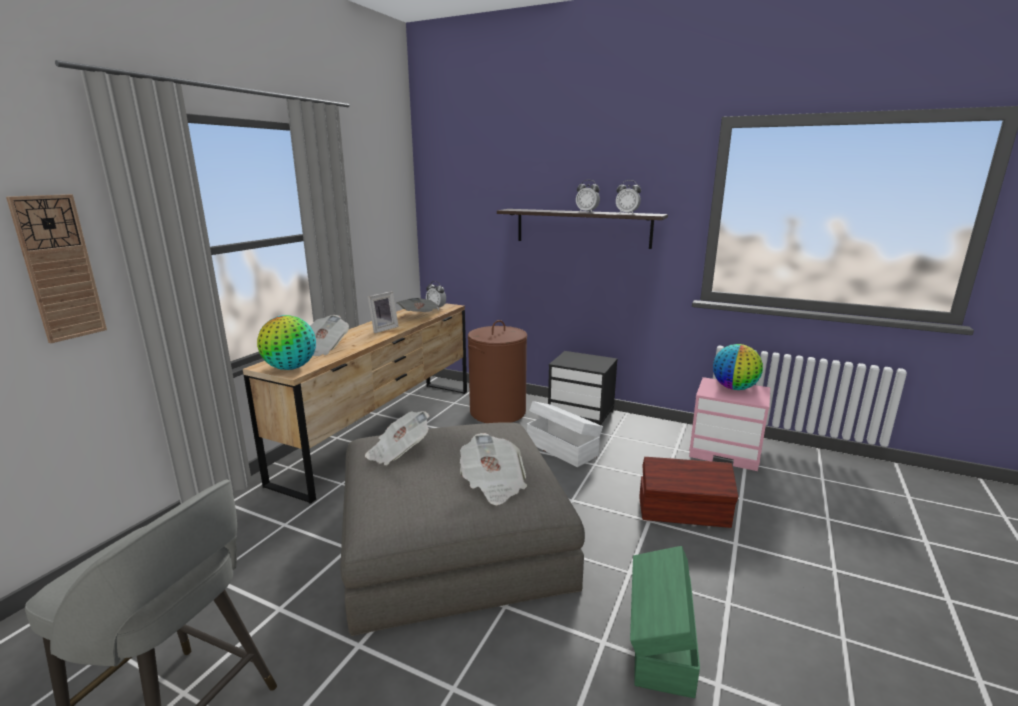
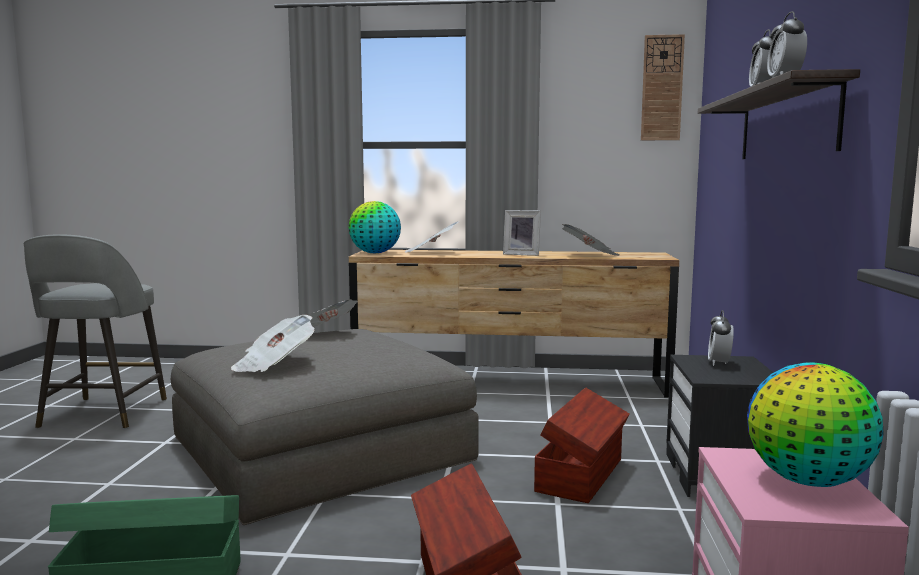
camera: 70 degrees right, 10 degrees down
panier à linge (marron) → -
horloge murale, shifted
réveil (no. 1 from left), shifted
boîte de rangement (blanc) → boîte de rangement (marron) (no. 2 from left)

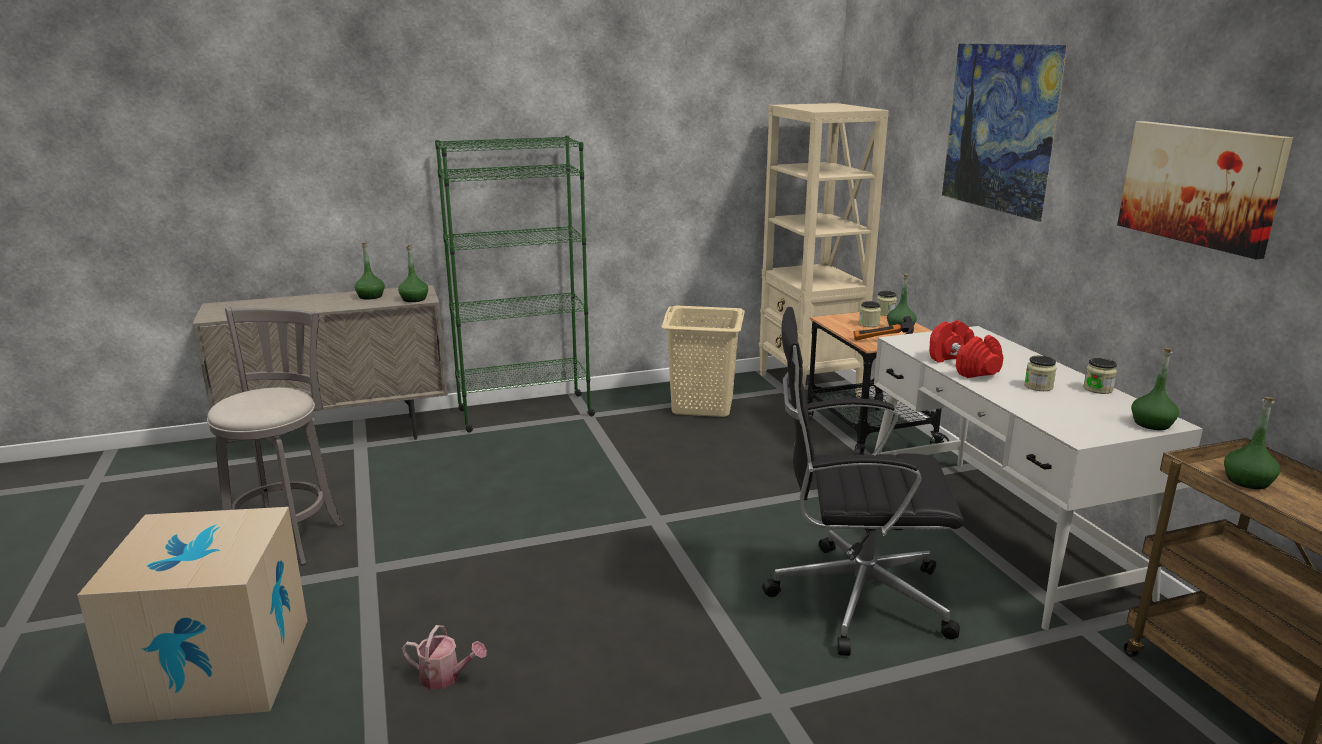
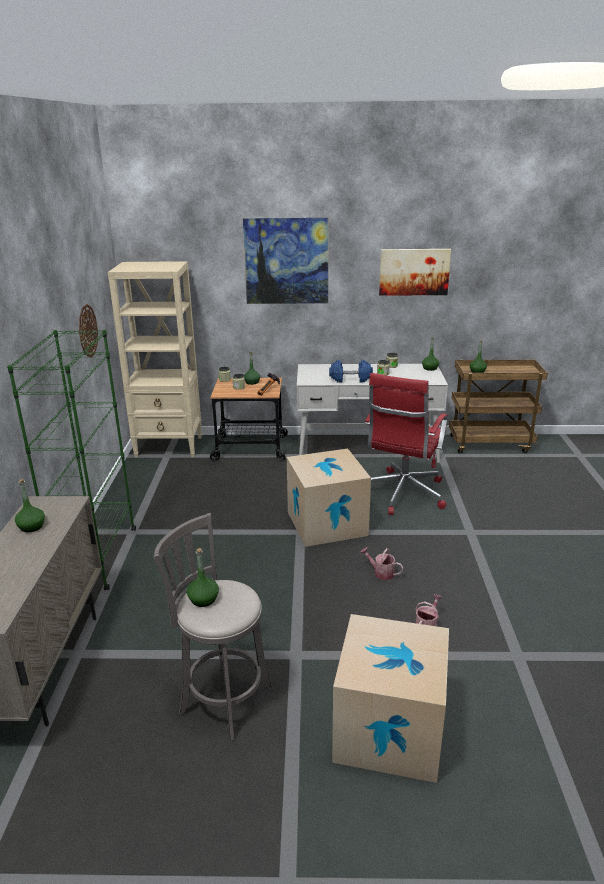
camera: 70 degrees left, 5 degrees up
panier à linge (beige) → -
- → horloge murale
- → carton (no. 1 from left)
- → arrosoir (no. 1 from left)
bouteille (vert) (no. 2 from left), shifted
chaise de bureau (noir) → chaise de bureau (rouge)
haltère (rouge) → haltère (bleu)

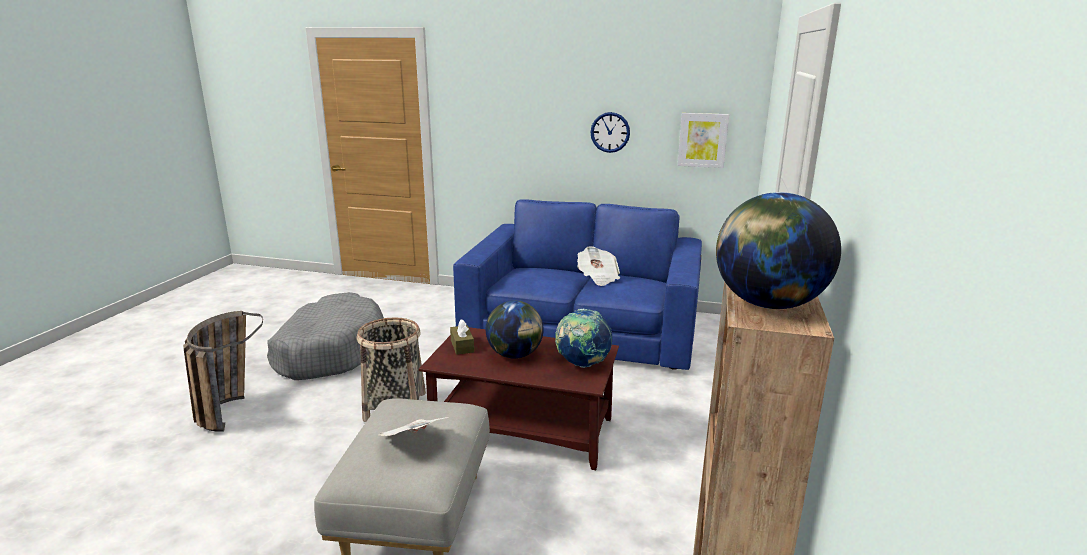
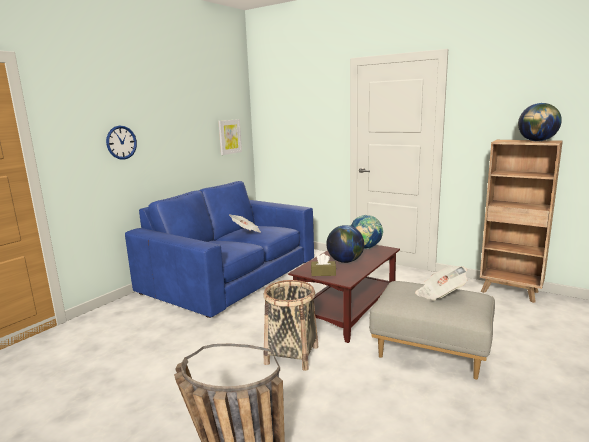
camera: 70 degrees left, 5 degrees down
panier pour chien (gris) → -
horloge murale, shifted

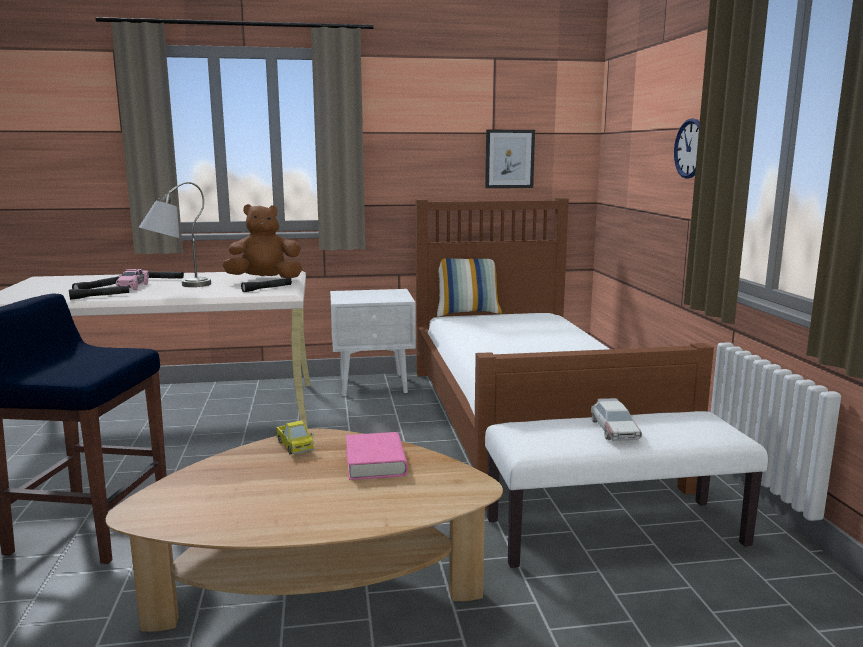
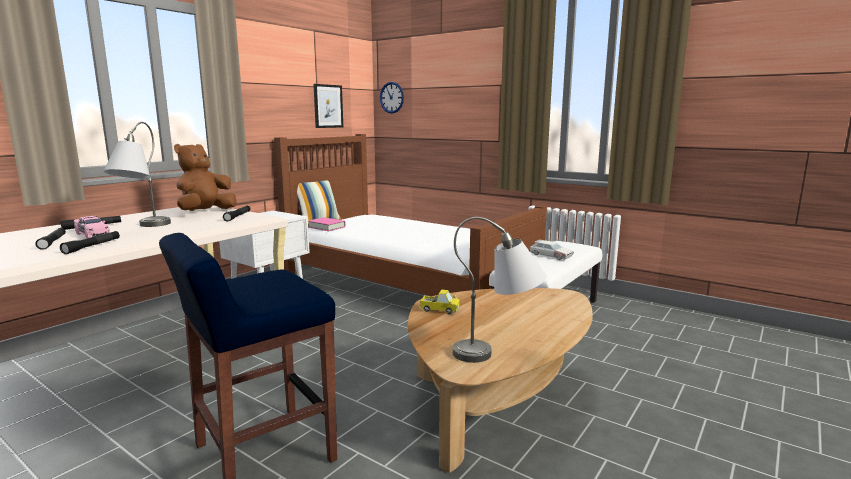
camera: 45 degrees left, 0 degrees up
- → lampe de table (gris) (no. 2 from left)
livre (rose), shifted
horloge murale, shifted

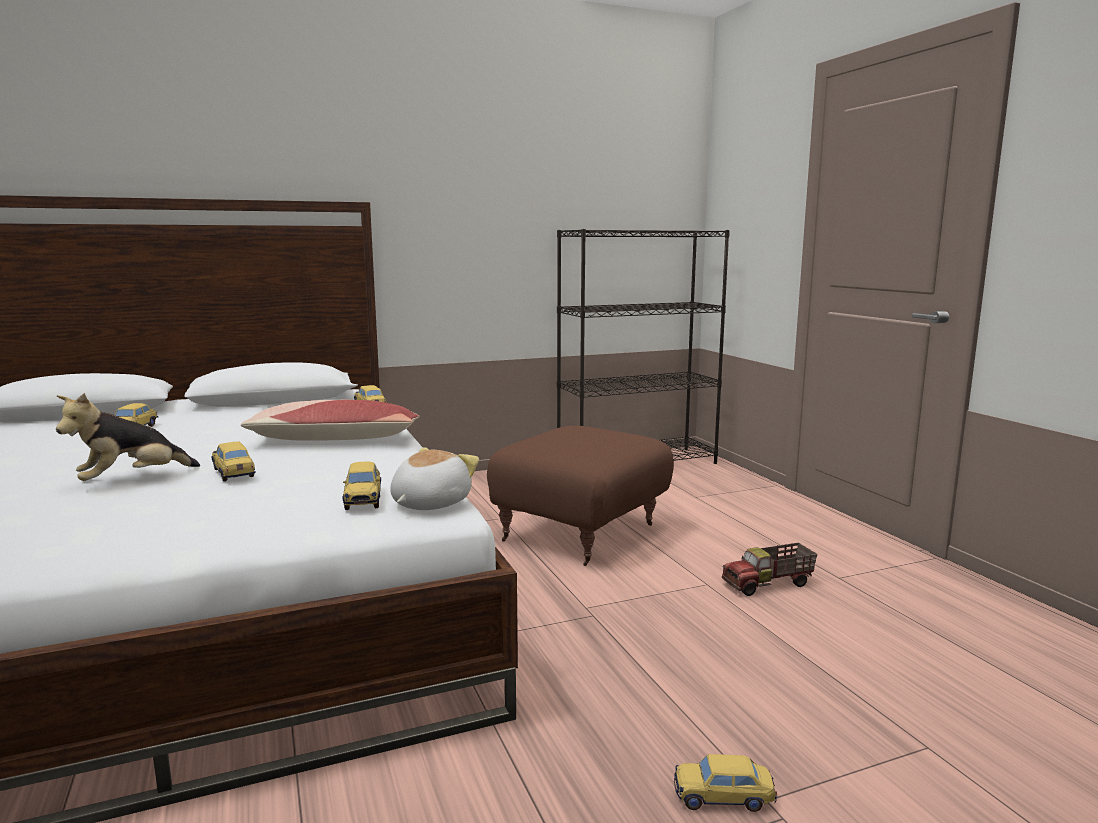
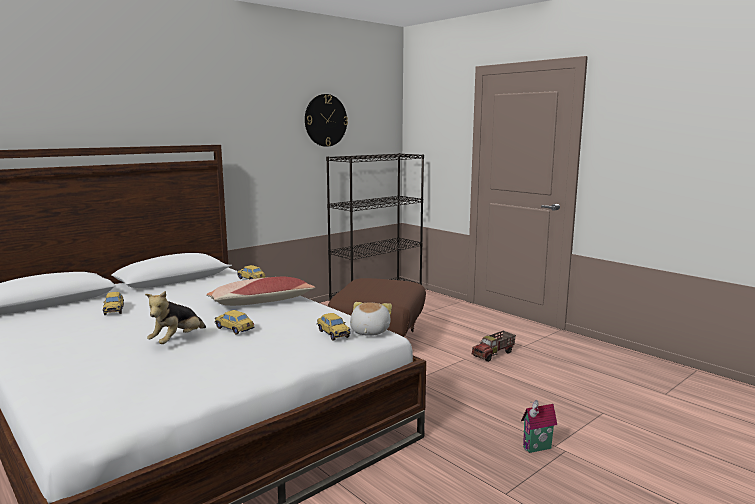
camera: 20 degrees left, 0 degrees up
- → horloge murale
petite voiture (no. 5 from left) → maison miniature

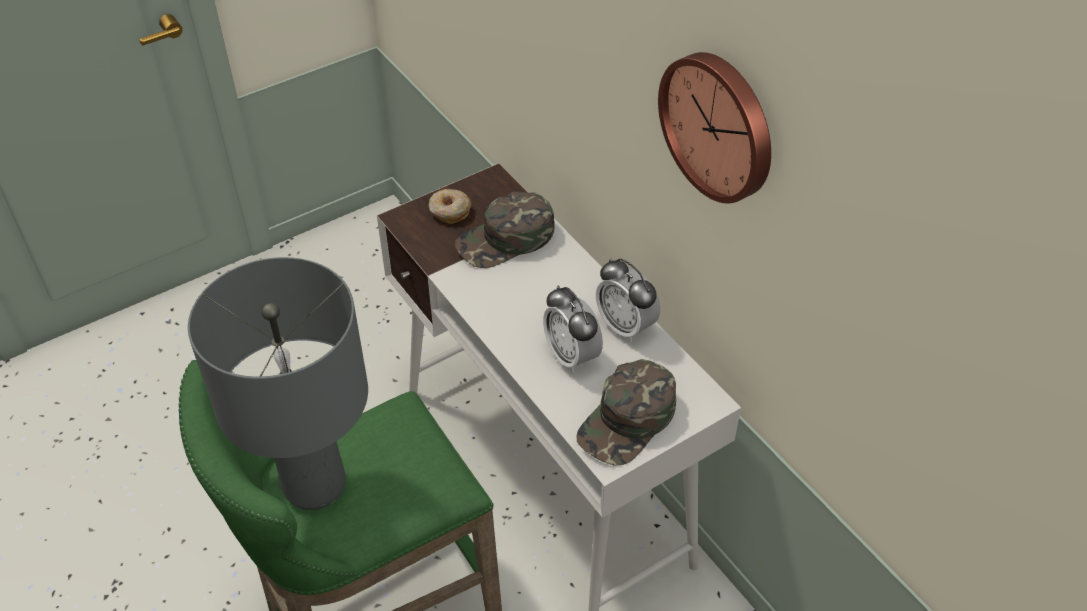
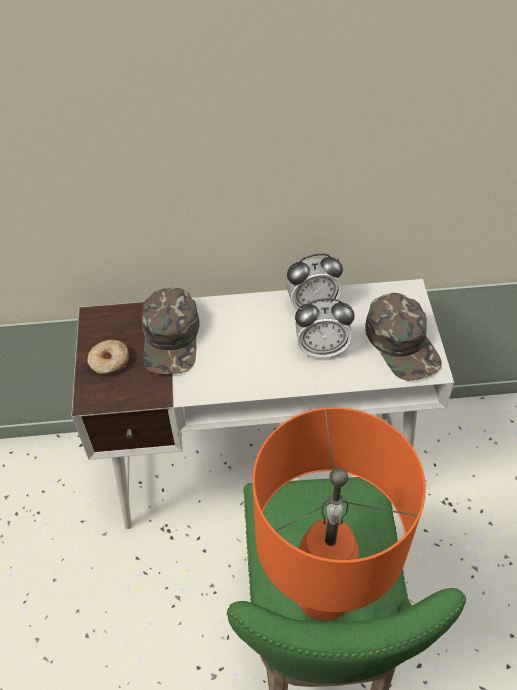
camera: 60 degrees left, 5 degrees up
horloge murale → -
lampe de table (gris) → lampe de table (orange)

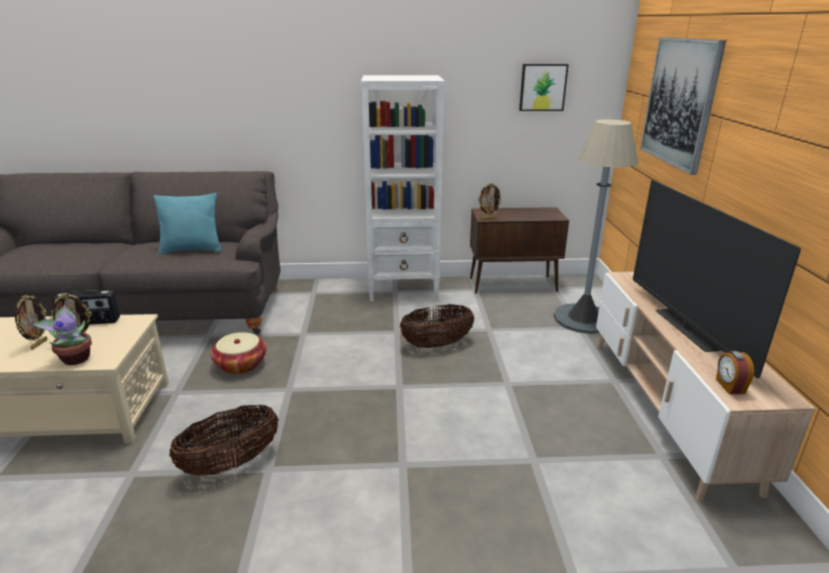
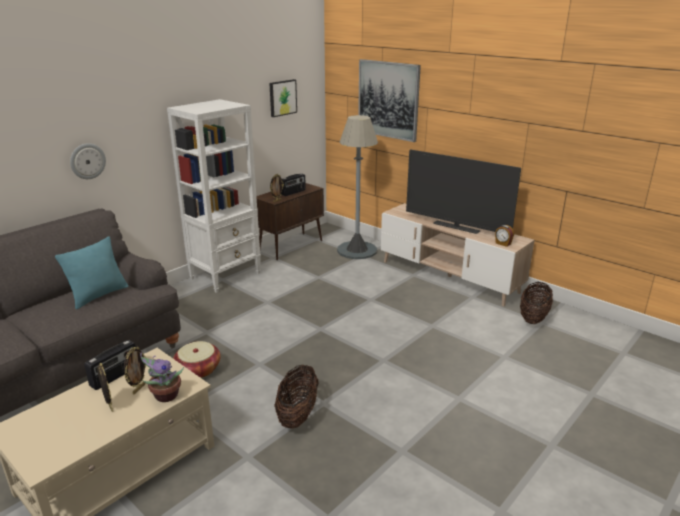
camera: 45 degrees left, 0 degrees up
- → horloge murale
- → radio (no. 2 from left)
panier (no. 3 from left), shifted

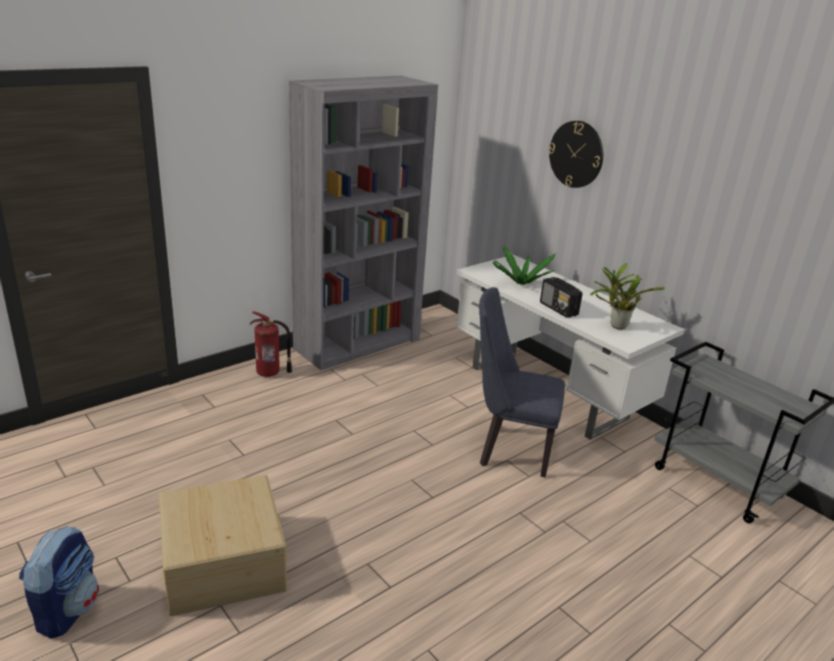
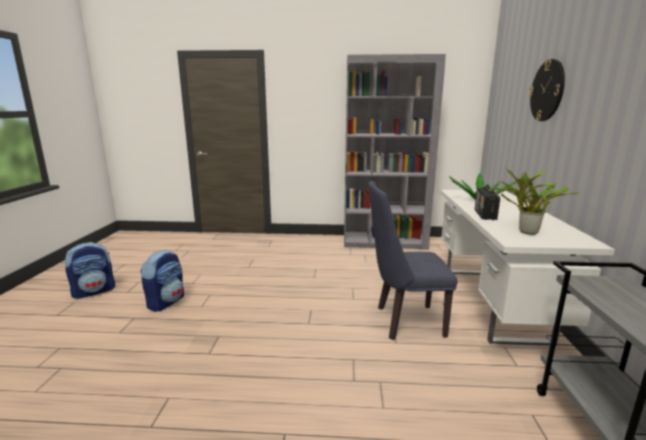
camera: 45 degrees right, 10 degrees down
extincteur → -
boîte de rangement (beige) → sac à dos (no. 2 from left)
chaise (bleu), 60 degrees counterclockwise

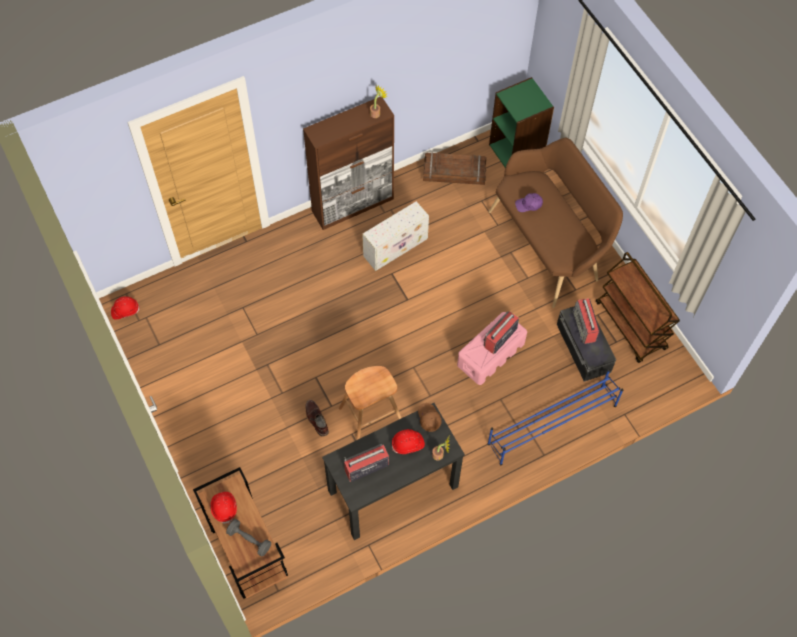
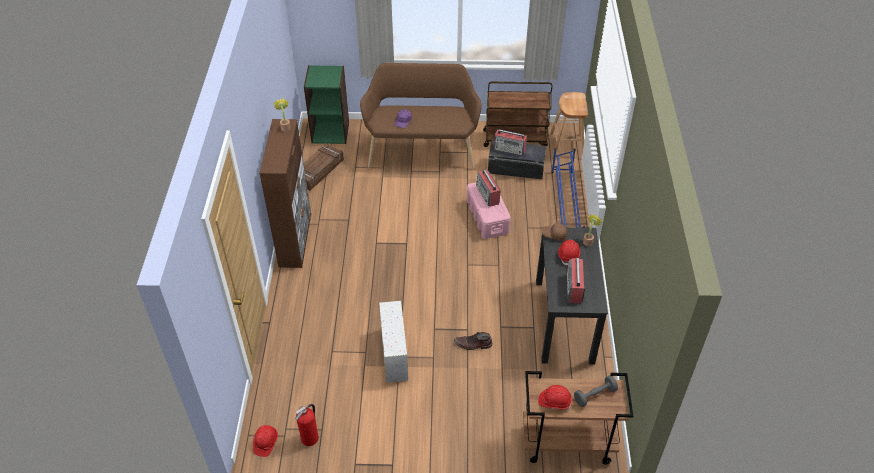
camera: 60 degrees left, 15 degrees down
- → extincteur
tabouret (marron), shifted
boîte de rangement (blanc), shifted

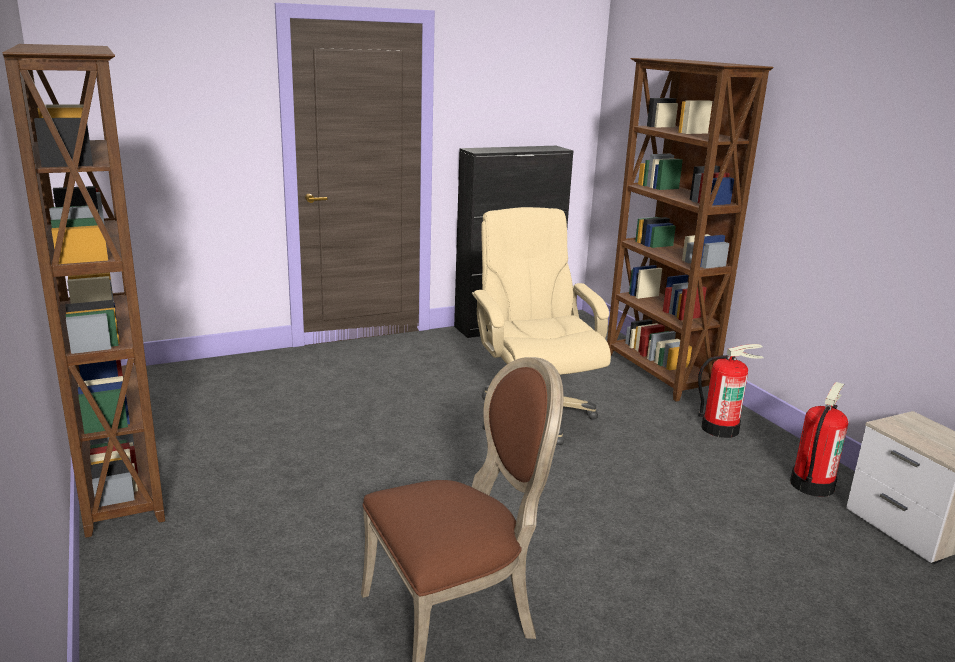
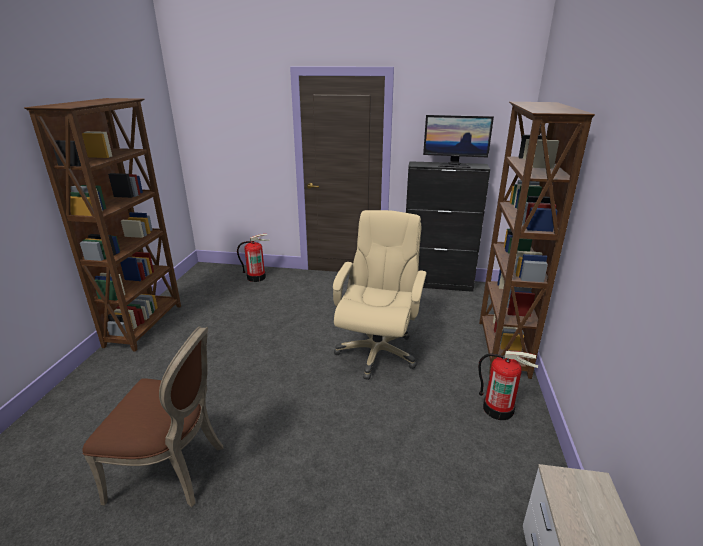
camera: 35 degrees right, 5 degrees up
- → écran d'ordinateur
extincteur (no. 2 from left in the first image) → extincteur (no. 1 from left), shifted

